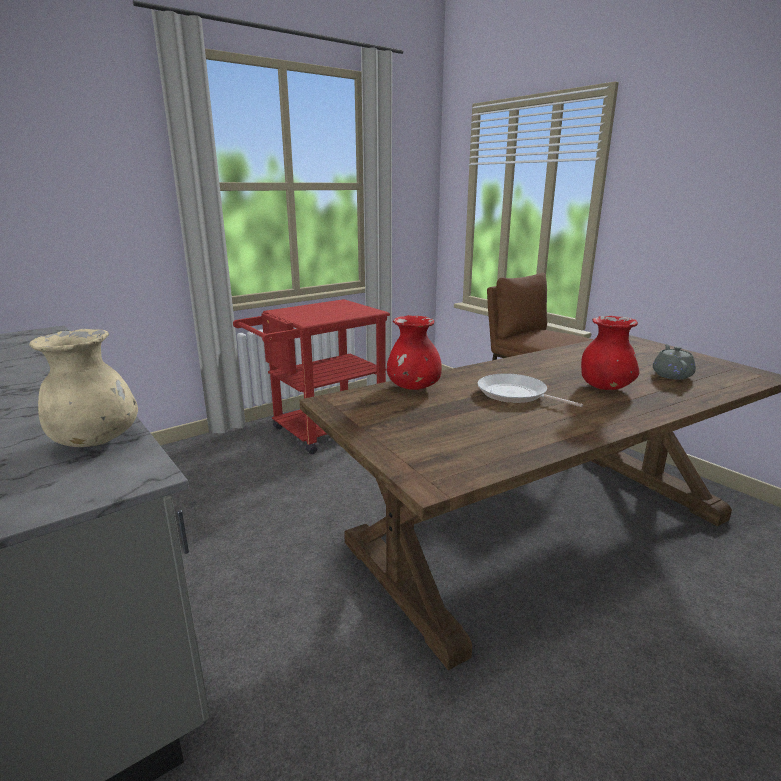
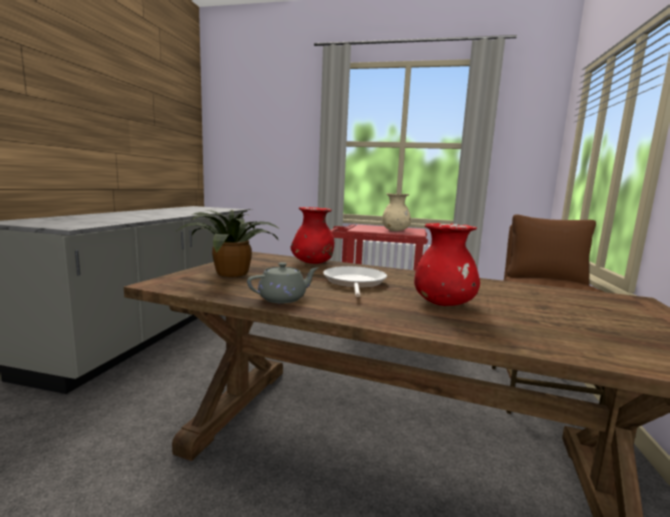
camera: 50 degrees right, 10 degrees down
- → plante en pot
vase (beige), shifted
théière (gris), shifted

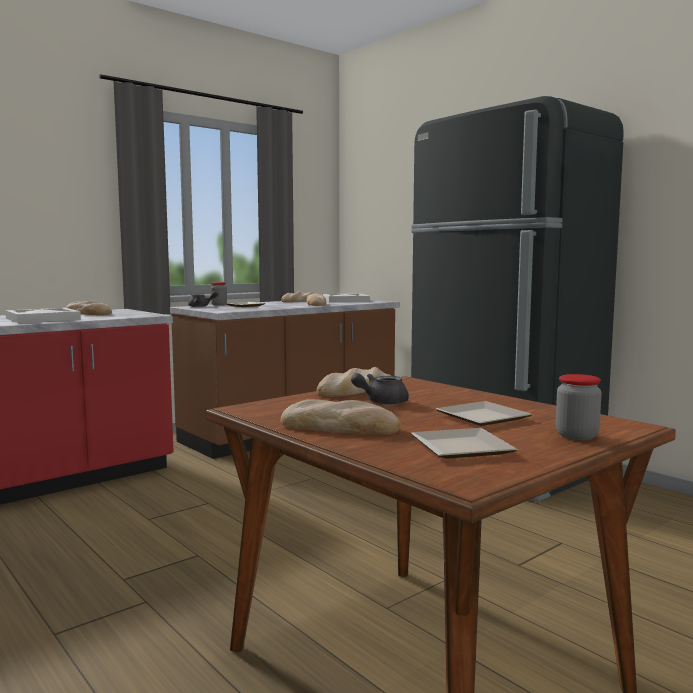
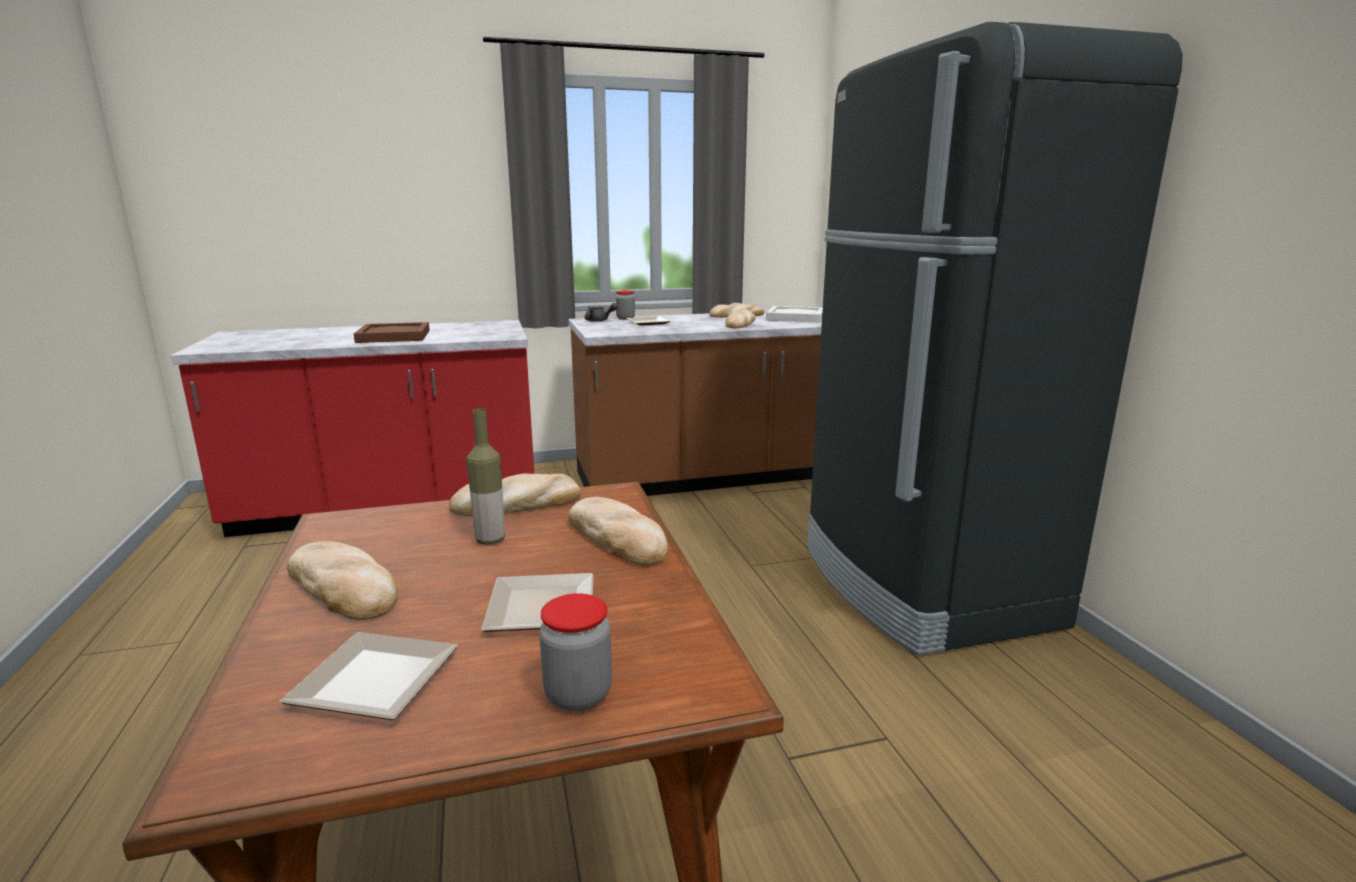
camera: 25 degrees right, 10 degrees up
pain (no. 1 from left in the first image) → pain (no. 3 from left), shifted
théière (gris) (no. 2 from left) → bouteille
plateau (blanc) (no. 1 from left) → plateau (marron)

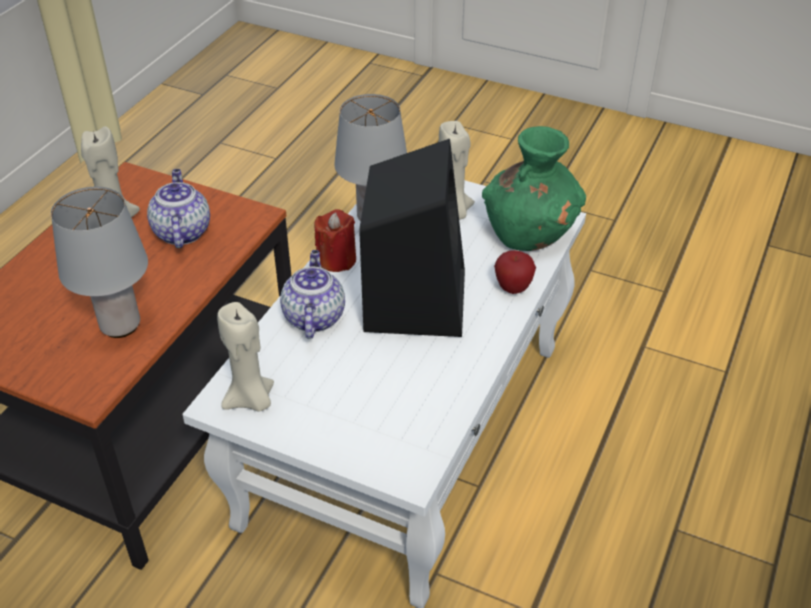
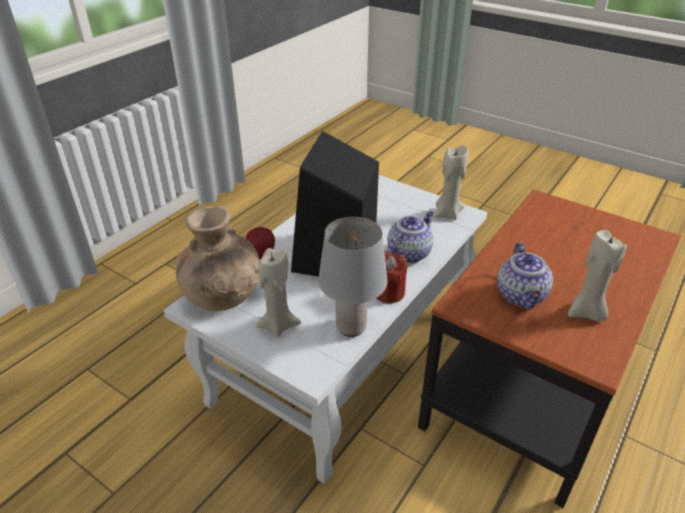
camera: 170 degrees left, 5 degrees down
lampe de table (gris) (no. 1 from left) → -
vase (vert) → vase (marron)
théière (no. 2 from left in the first image) → théière (no. 1 from left), 150 degrees counterclockwise

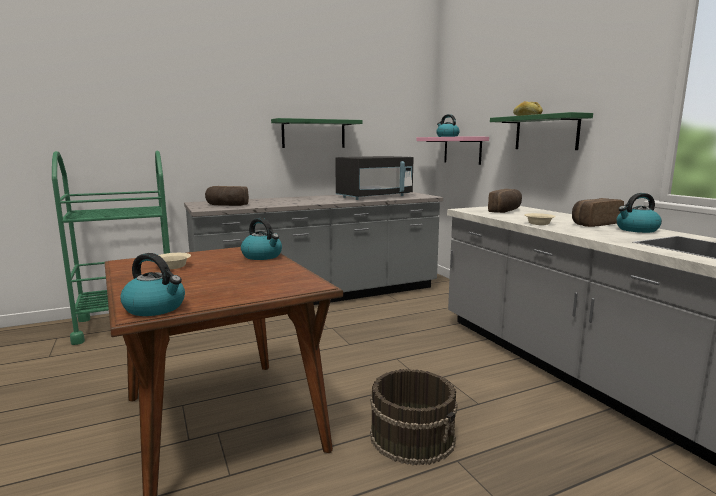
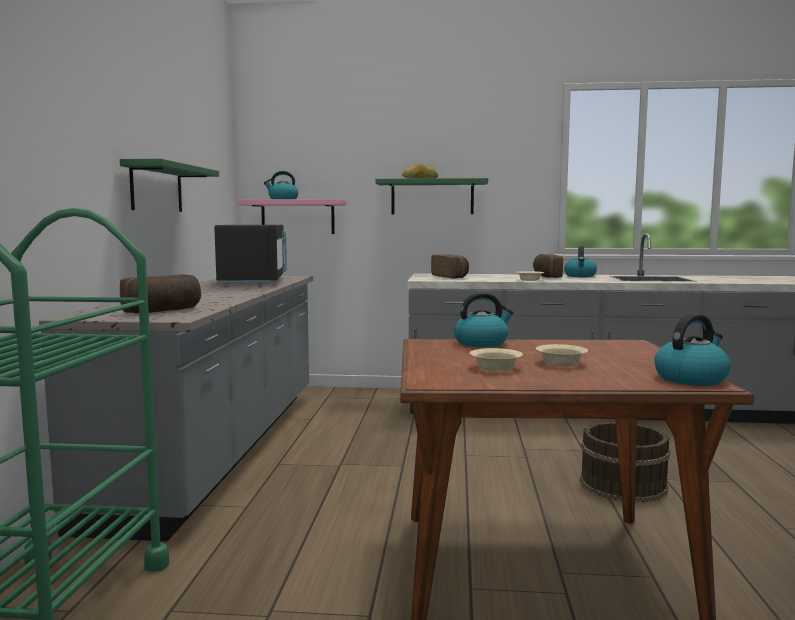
camera: 60 degrees left, 5 degrees down
- → bol (beige) (no. 3 from left)

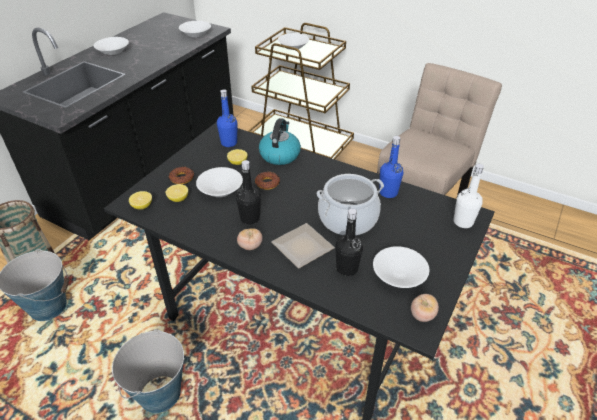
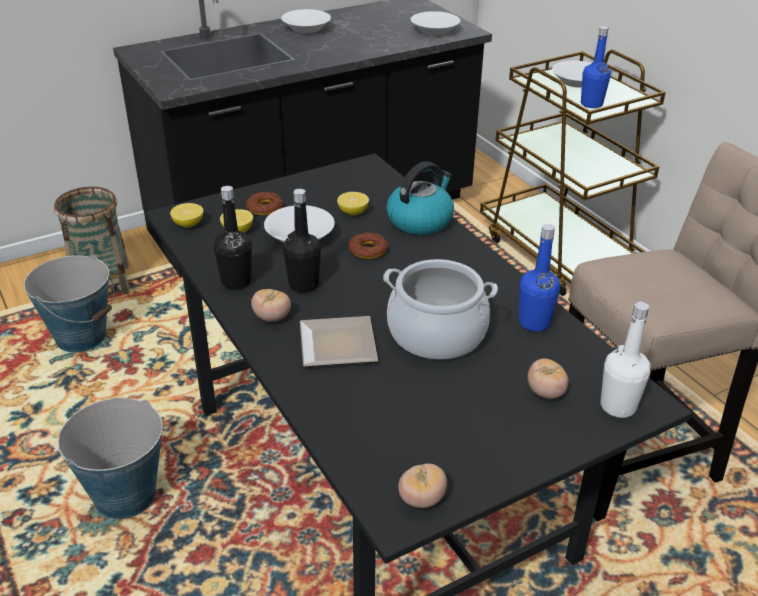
camera: 30 degrees right, 5 degrees down
bol (blanc) (no. 5 from left) → -
- → tomate (no. 3 from left)
bouteille (bleu) (no. 1 from left in the first image) → bouteille (bleu) (no. 2 from left), shifted
bouteille (noir) (no. 2 from left in the first image) → bouteille (noir) (no. 1 from left), shifted

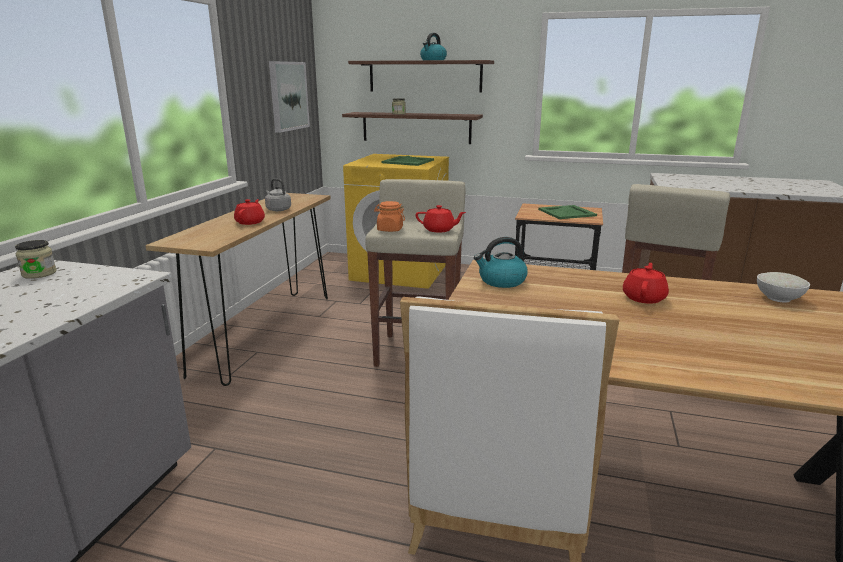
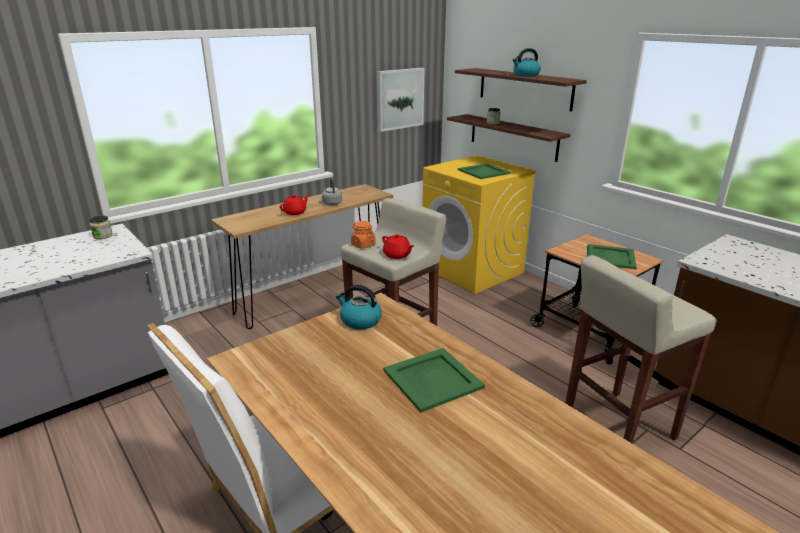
camera: 35 degrees right, 5 degrees up
bol (blanc) → -
théière (rouge) (no. 3 from left) → plateau (vert) (no. 1 from left)

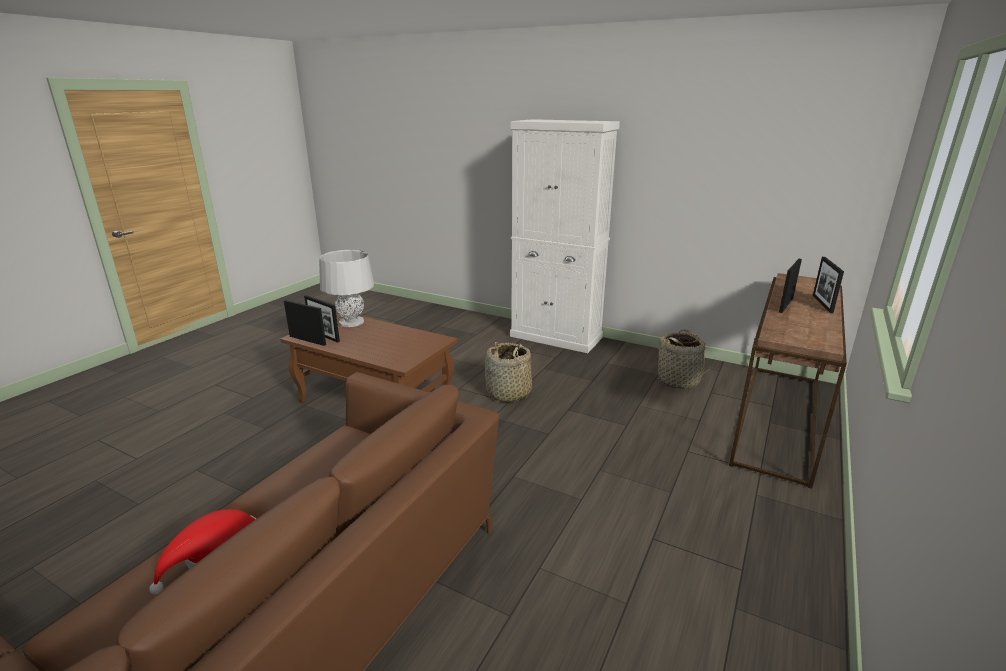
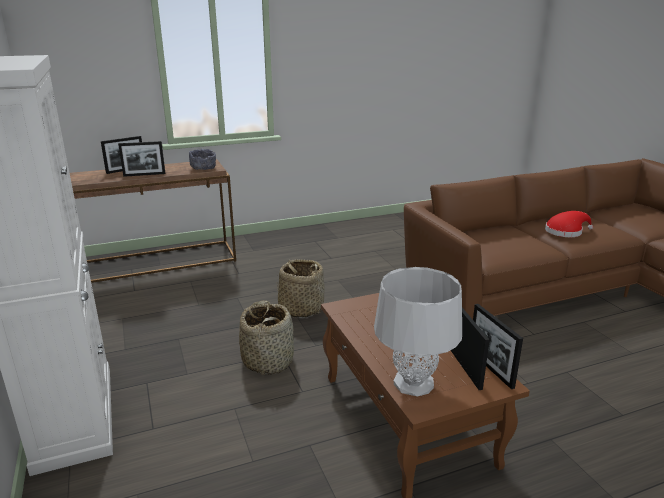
camera: 140 degrees left, 0 degrees up
- → bol (gris)
panier (no. 2 from left), shifted

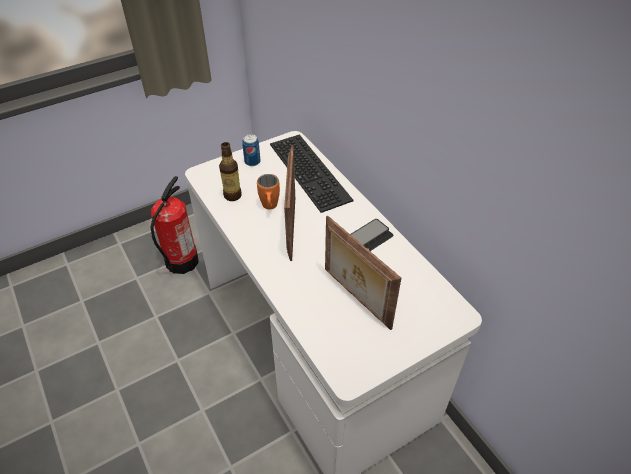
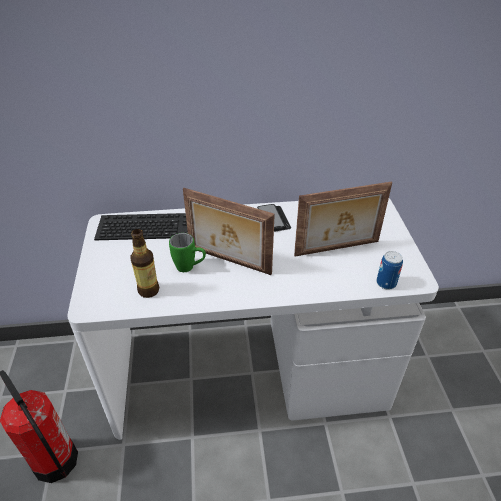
camera: 65 degrees left, 5 degrees down
boîte métallique, shifted
mug (orange) → mug (vert)

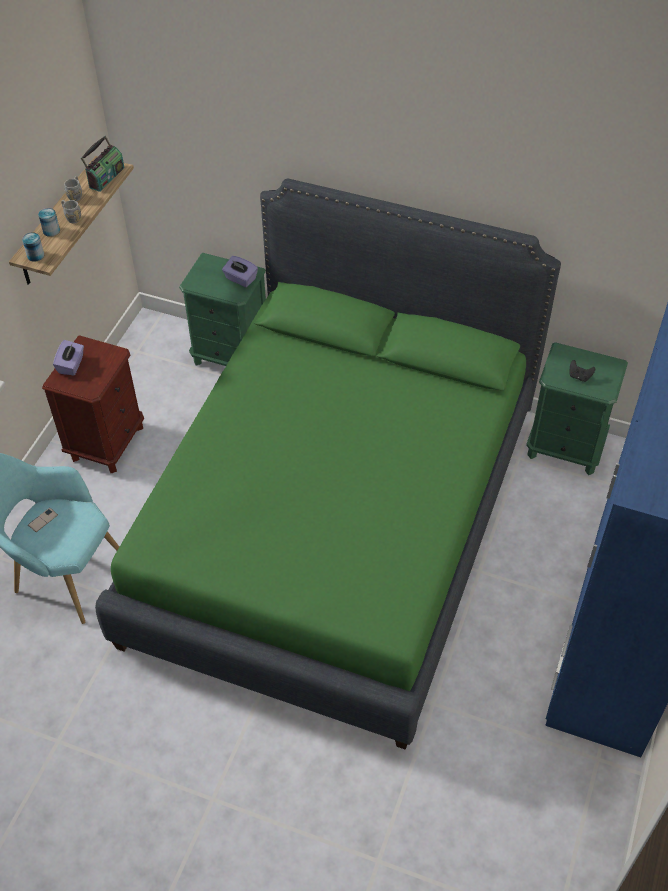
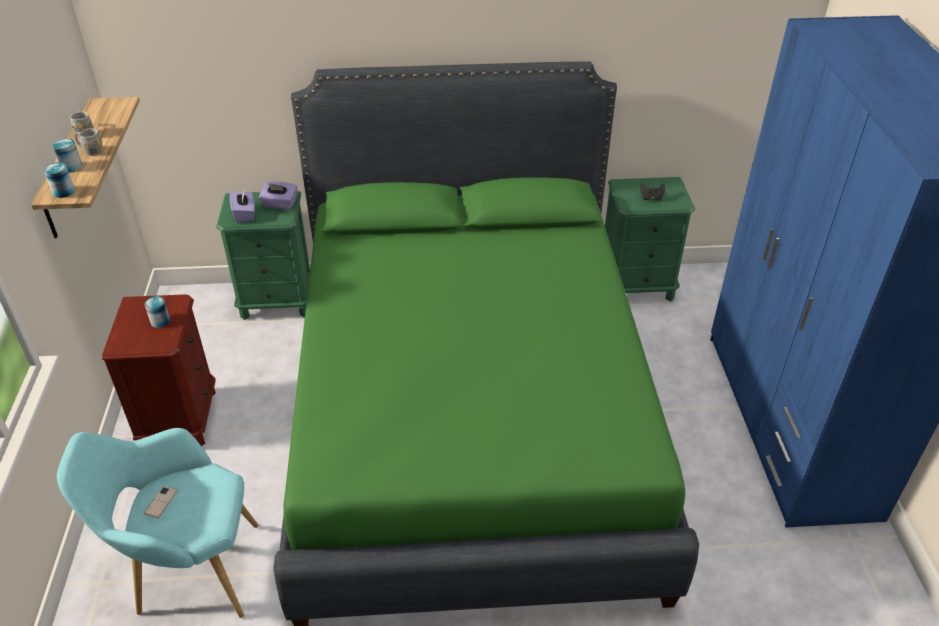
camera: 25 degrees left, 10 degrees down
radio → -
- → boîte métallique (no. 3 from left)
boîte à mouchoirs (violet) (no. 1 from left), shifted

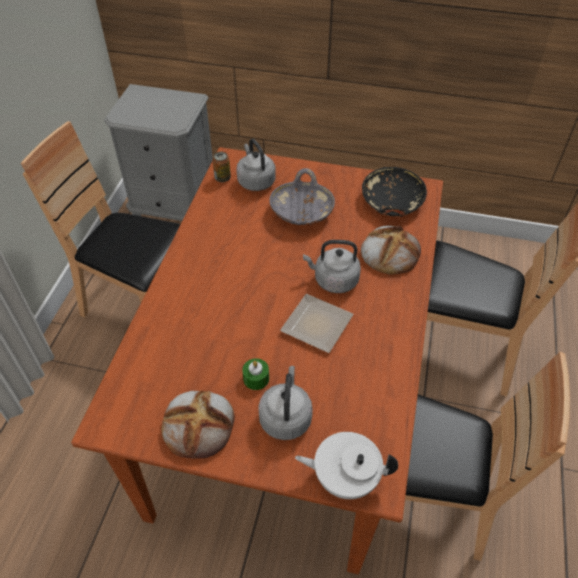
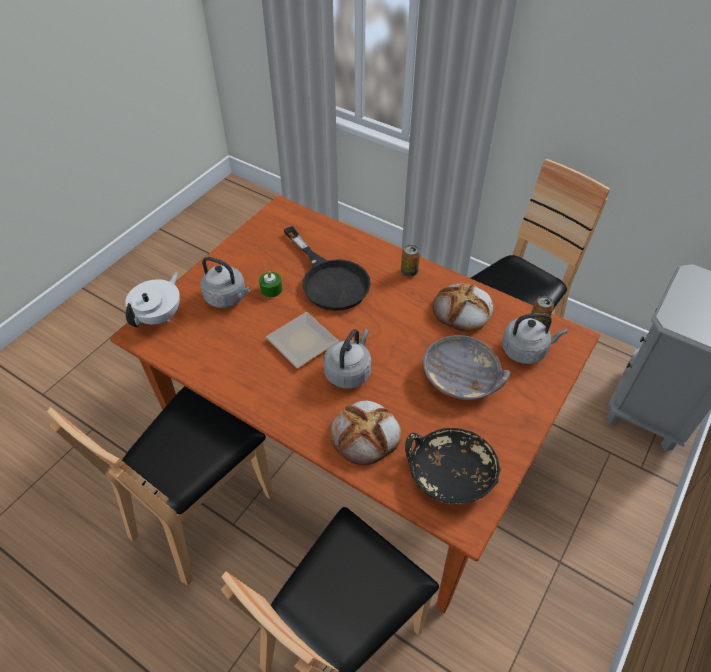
camera: 110 degrees right, 0 degrees up
- → poêle (noir)
- → boîte métallique (no. 1 from left)
pain (no. 1 from left in the first image) → pain (no. 2 from left), shifted

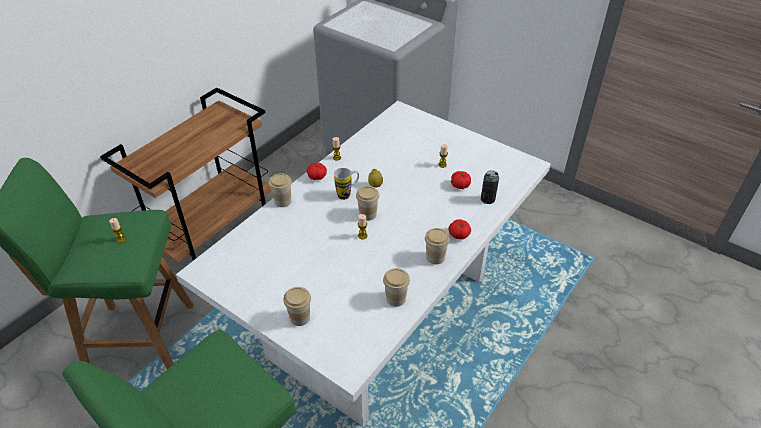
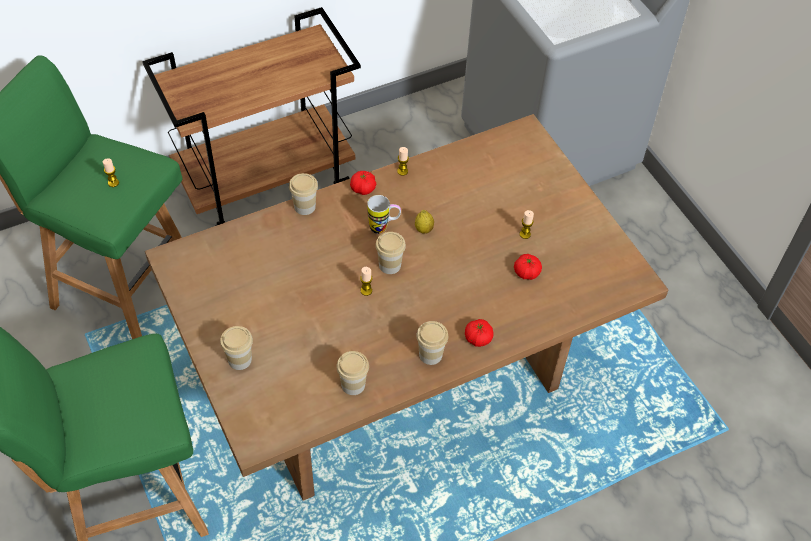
camera: 25 degrees right, 10 degrees up
boîte métallique → -
table à manger (blanc) → table à manger (marron)

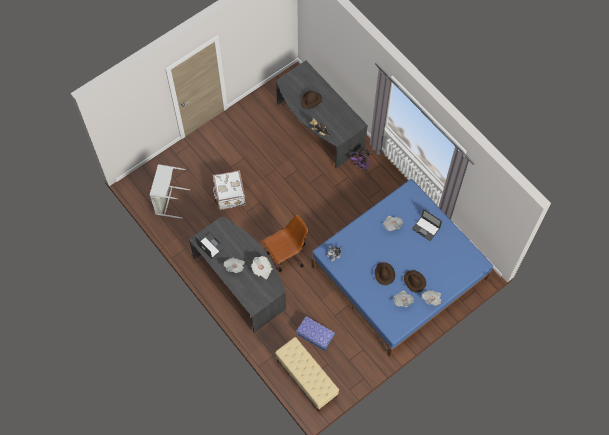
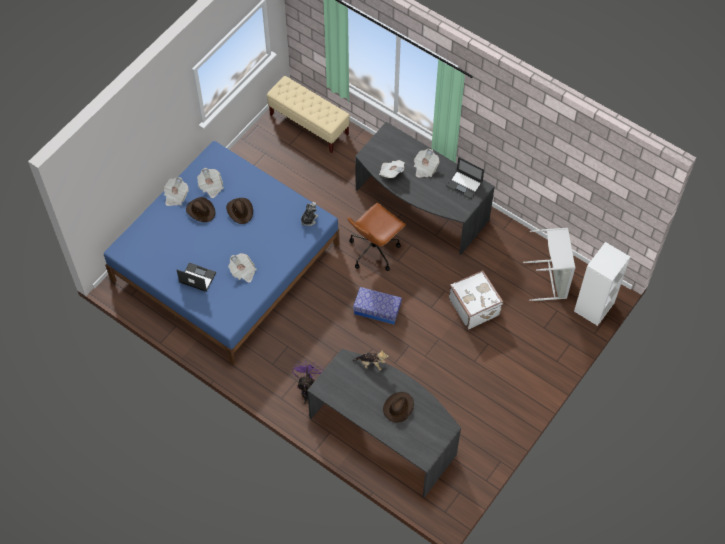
camera: 165 degrees right, 5 degrees down
- → bibliothèque (blanc)
boîte de rangement, shifted

